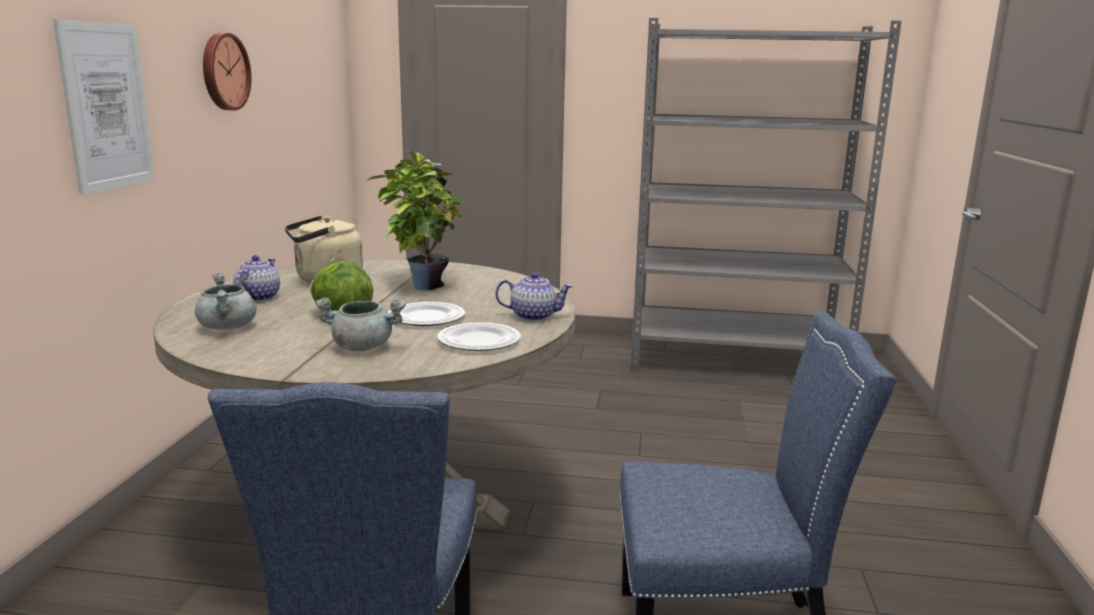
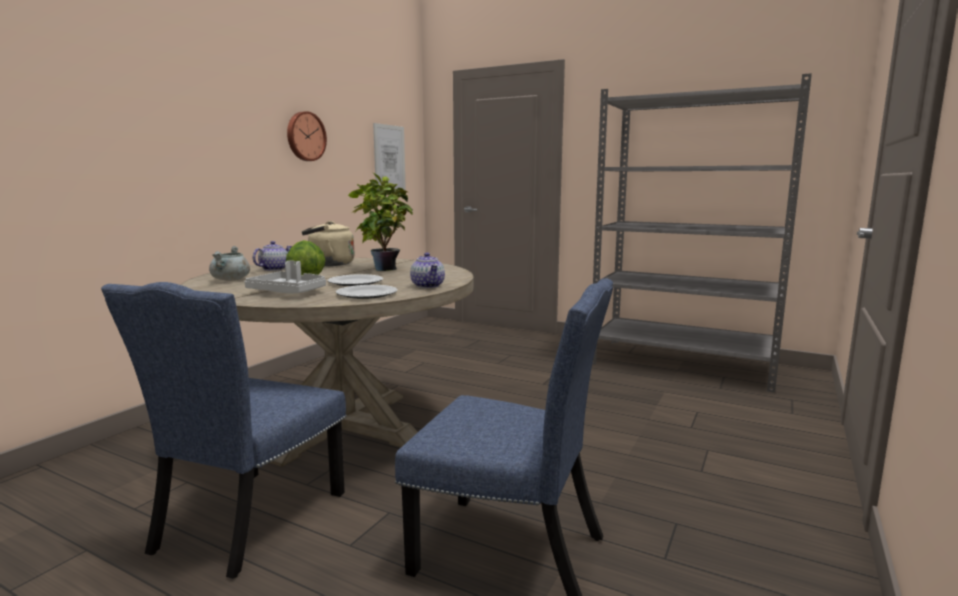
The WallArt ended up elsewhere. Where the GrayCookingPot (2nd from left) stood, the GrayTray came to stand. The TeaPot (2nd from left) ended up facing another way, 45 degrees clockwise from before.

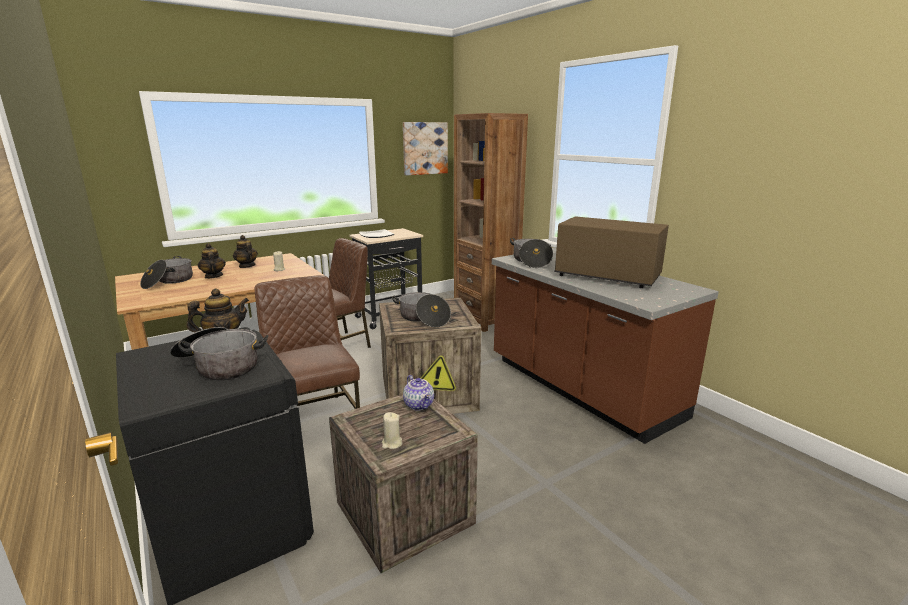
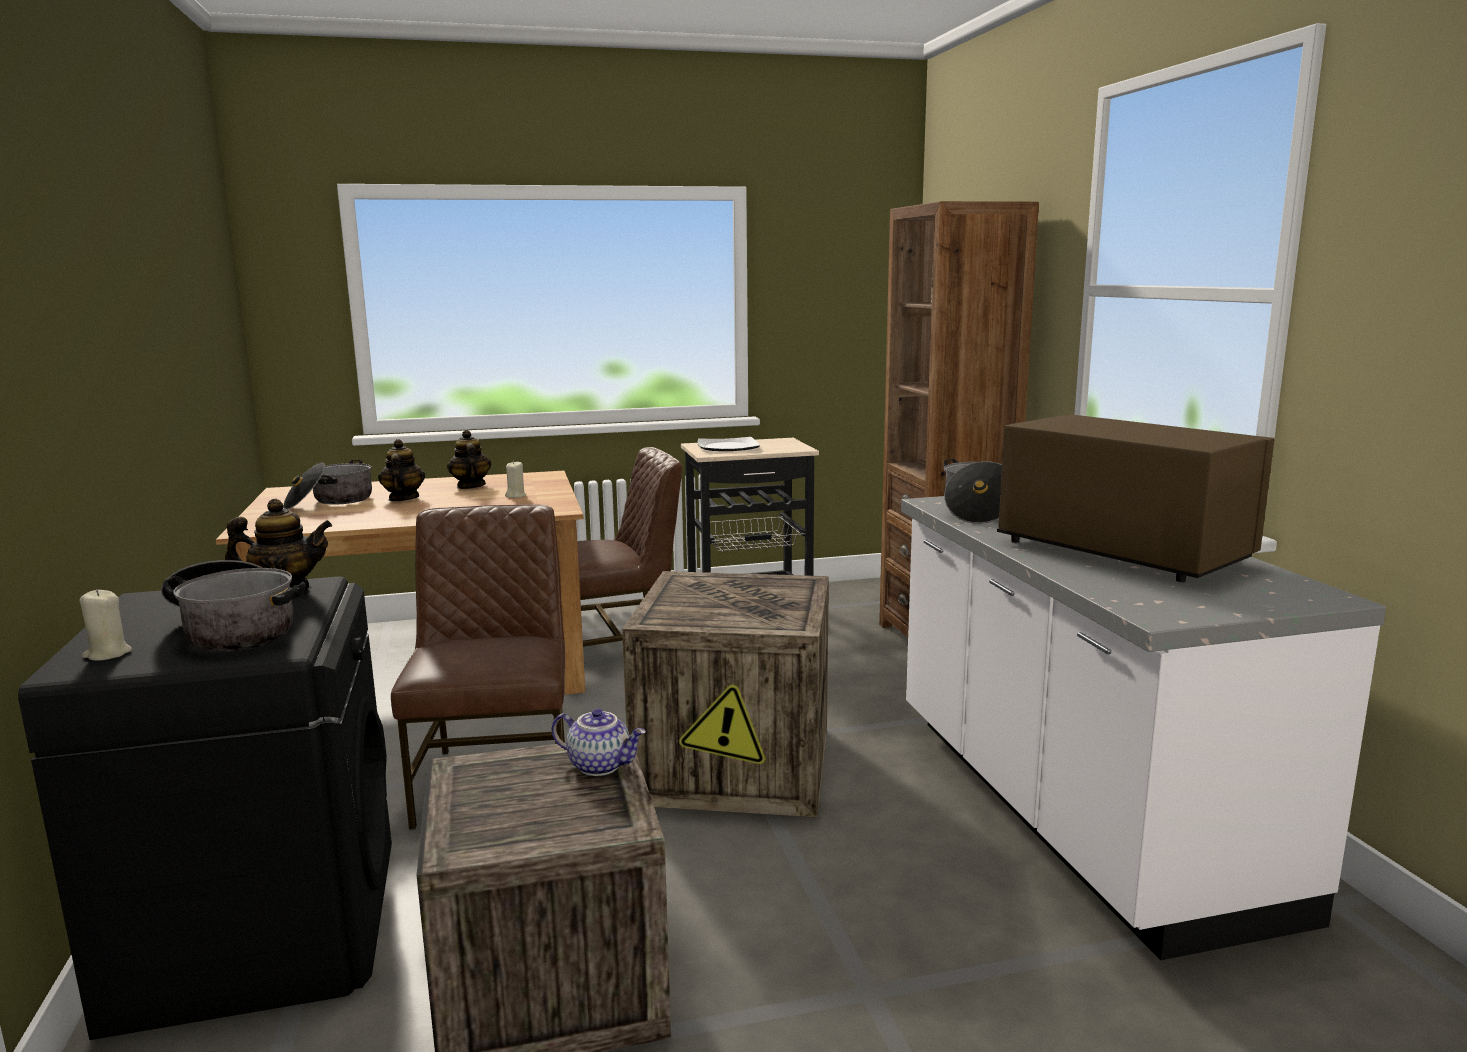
The second view lost the CookingPot (3rd from left). The second view lost the WallArt. The BeigeColouredWaxLight (2nd from left in the first image) ended up elsewhere. What was the BrownKitchenBaseUnit turned into the WhiteKitchenBaseUnit. The TeaPot (4th from left) ended up facing another way, 60 degrees counterclockwise from before.

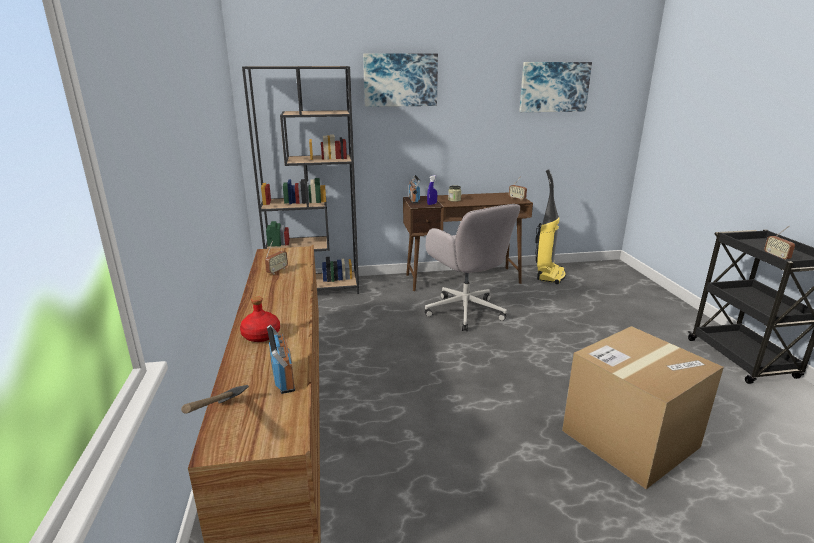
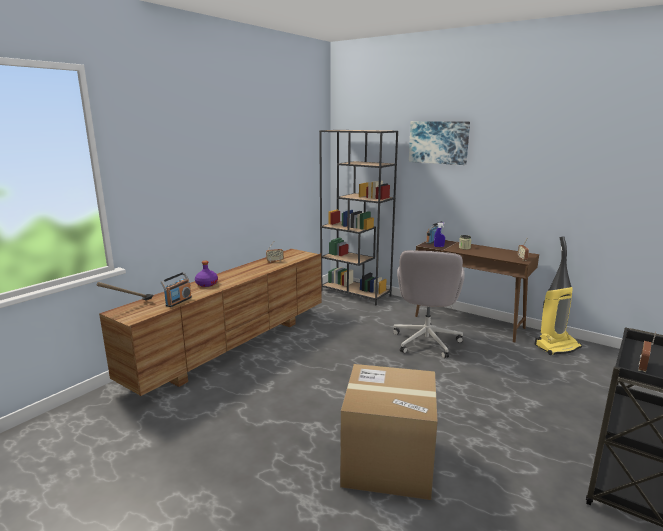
The second view lost the WallArt (2nd from left). What was the RedDrinkBottle turned into the PurplishDrinkBottle.

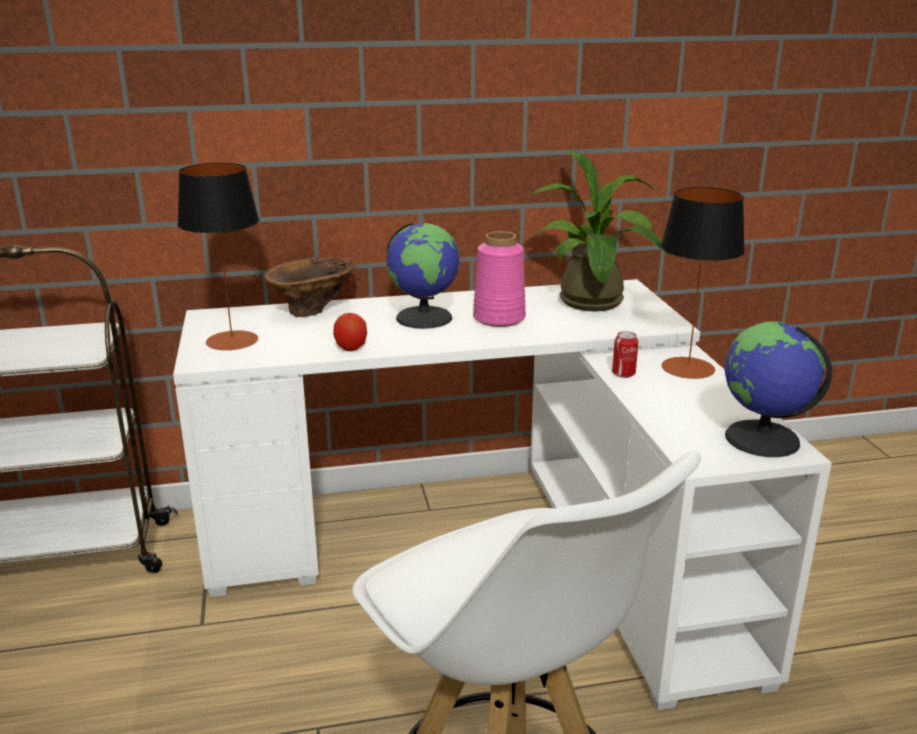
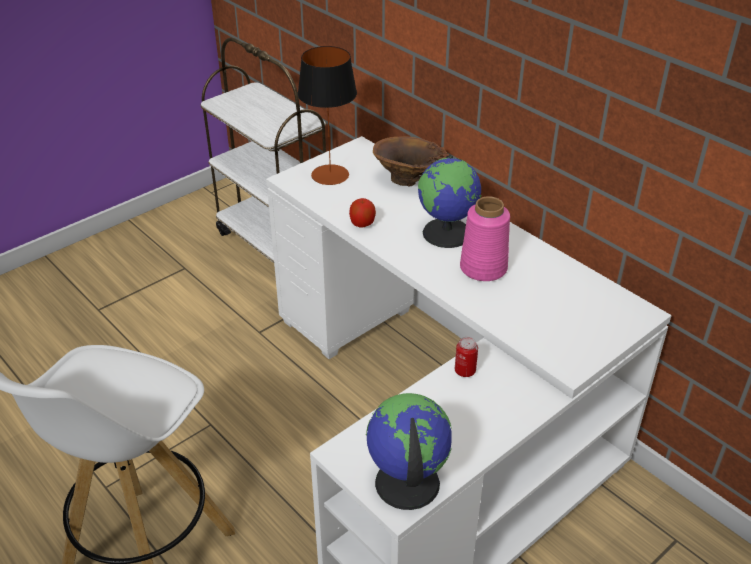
The second view lost the Houseplant. The second view lost the LampForATable (2nd from left).

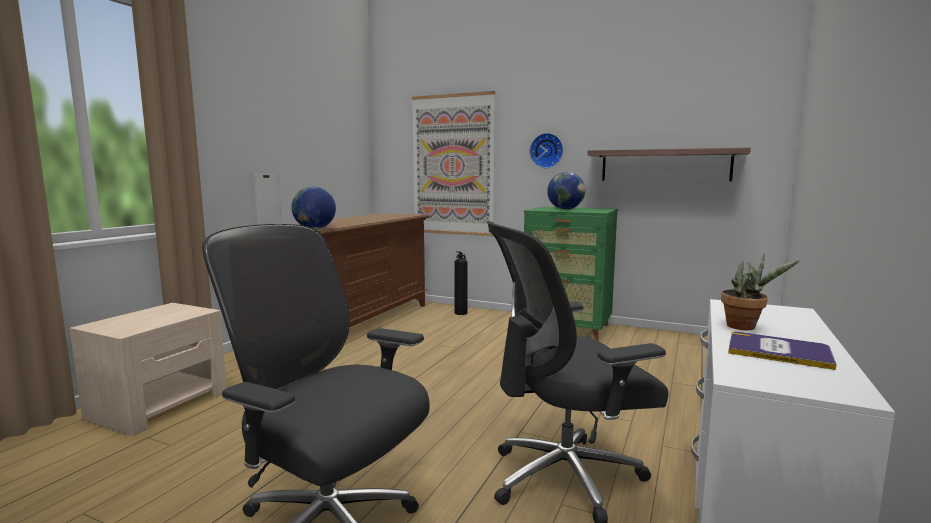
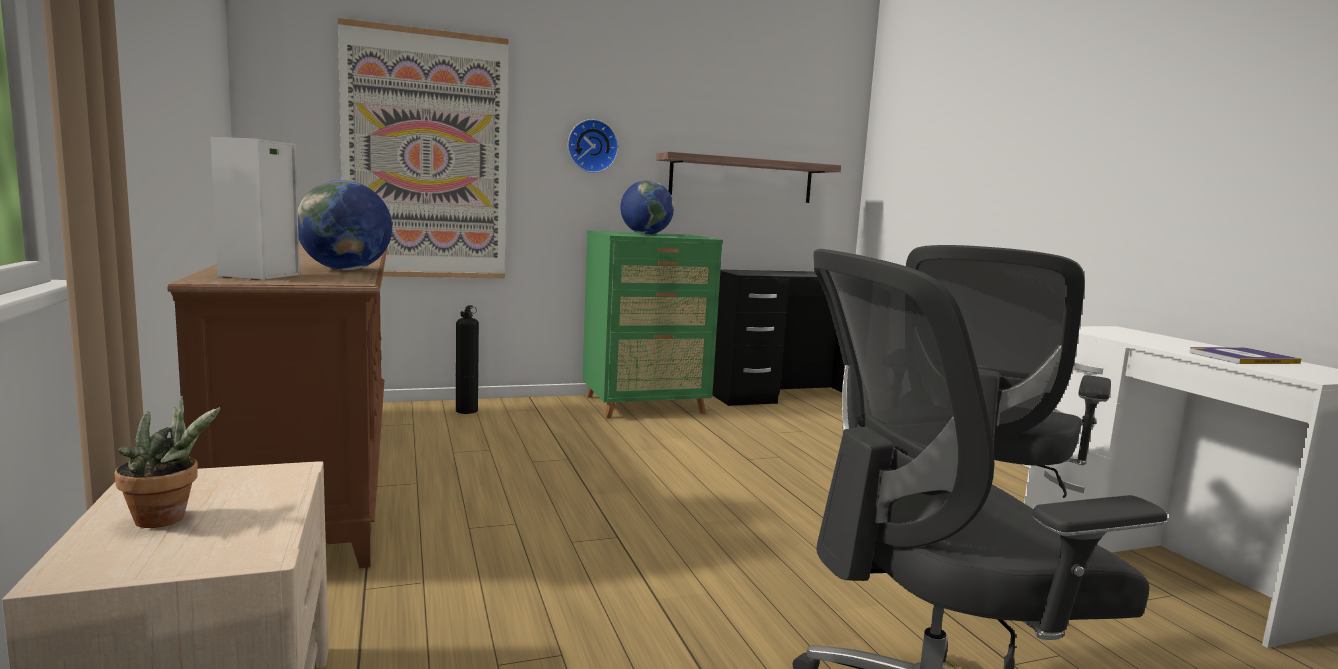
The second view gained the BlackColouredDeskTable. The Houseplant ended up elsewhere.

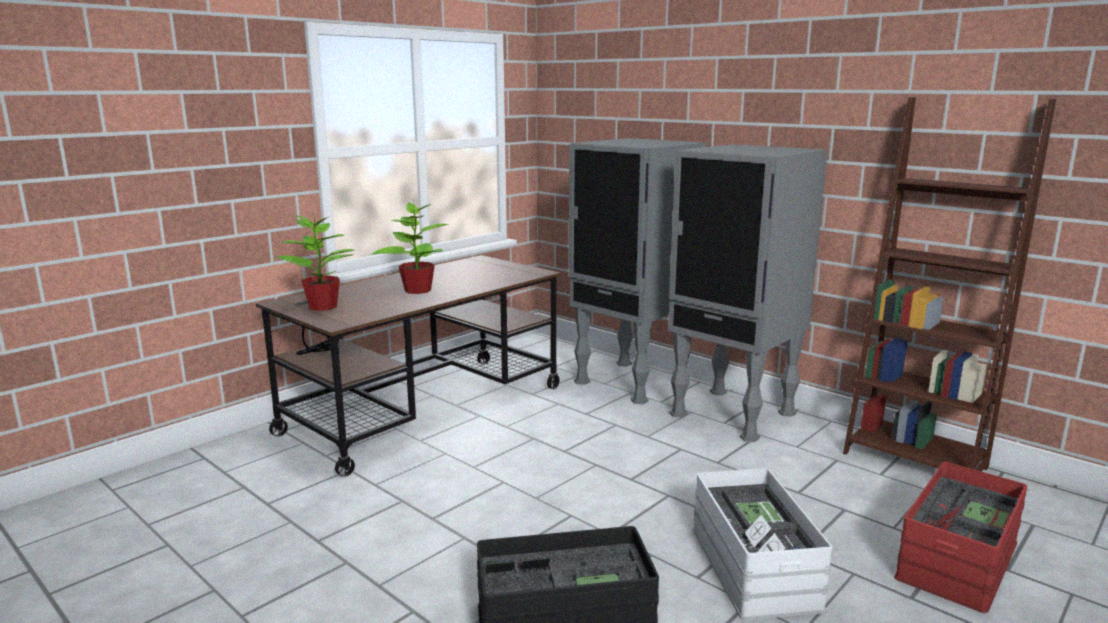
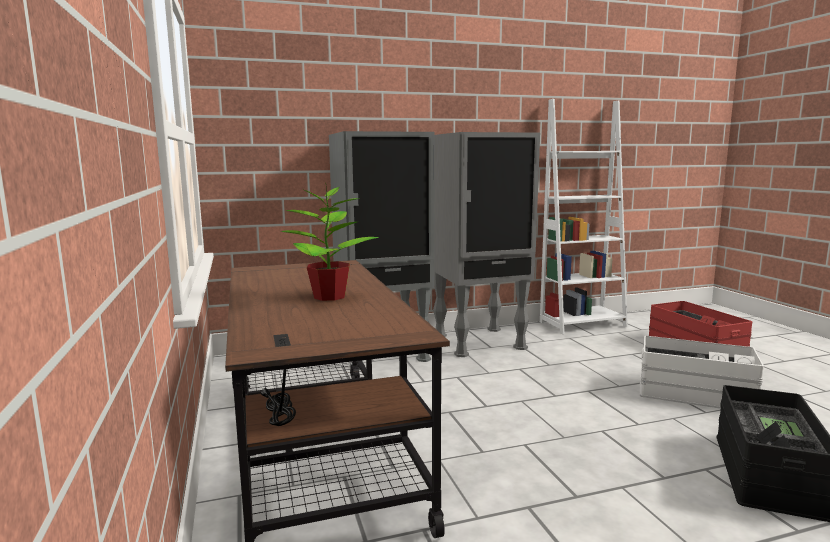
The second view lost the Houseplant (1st from left). What was the BrownBookshelf turned into the WhiteBookshelf.

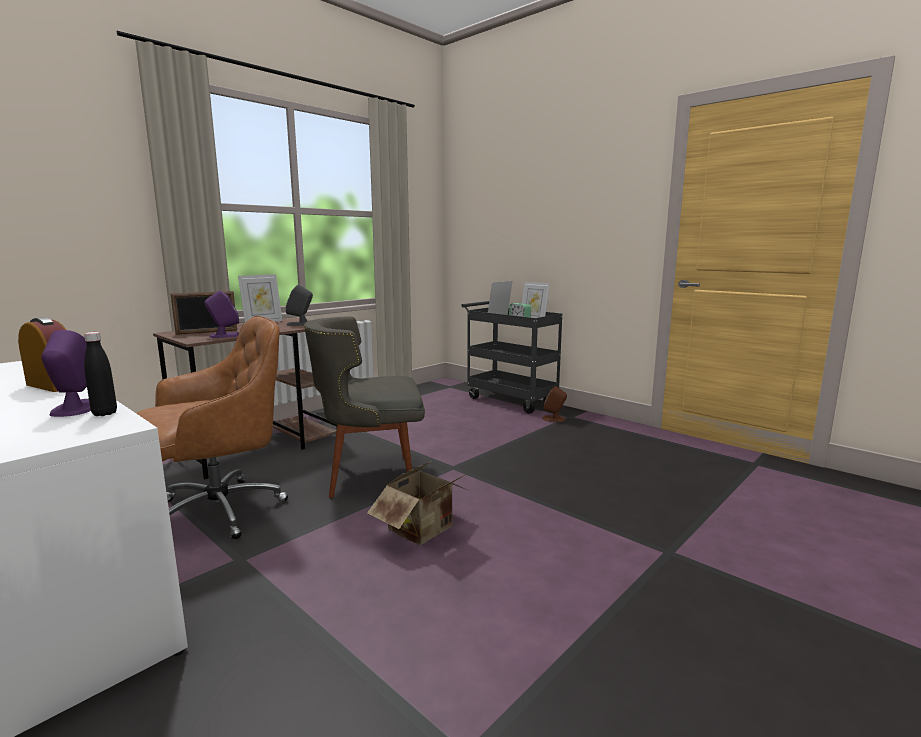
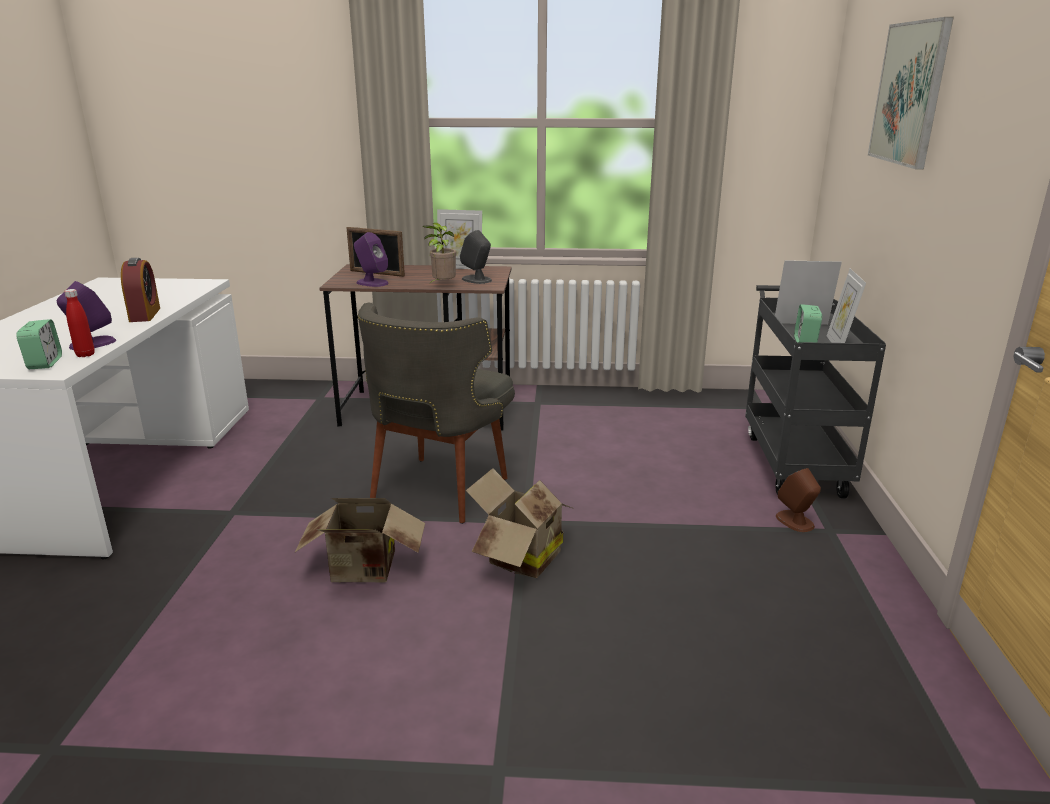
The second view lost the BrownDeskChair. The second view gained the TableClock (1st from left). The second view gained the Houseplant. The second view gained the PackingBox (2nd from left). The second view gained the WallArt. What was the BlackColouredDrinkBottle turned into the RedDrinkBottle. The GrayUprightChair ended up facing another way, 105 degrees counterclockwise from before.

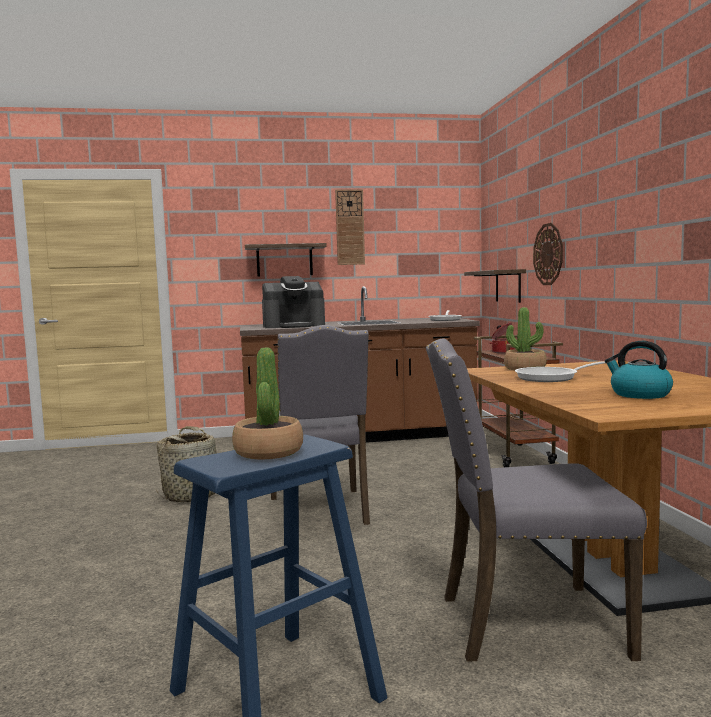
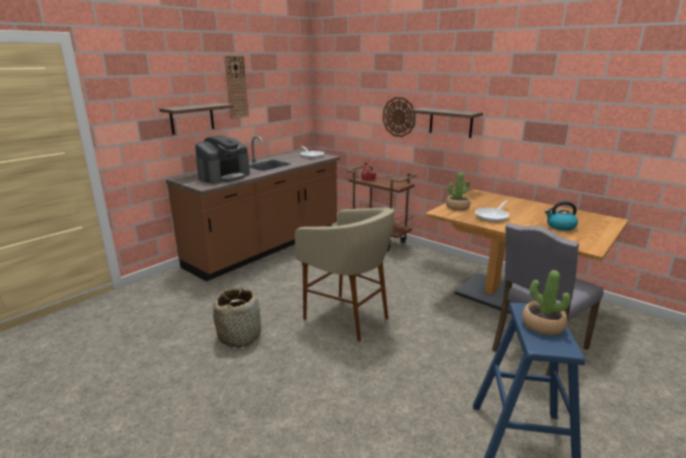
The Shelf (2nd from left) ended up elsewhere. Where the GrayUprightChair (1st from left) stood, the BeigeColouredSittingStool came to stand.

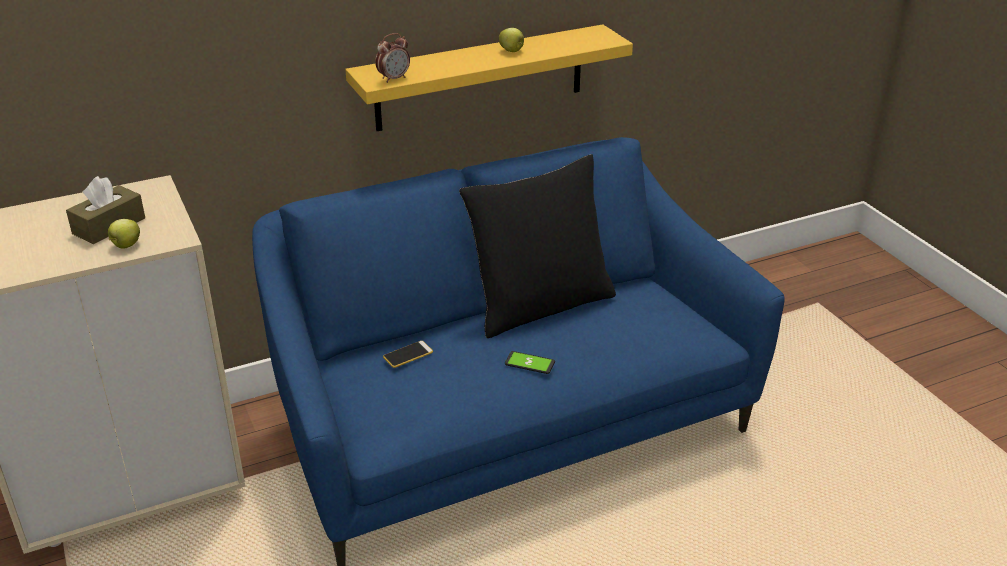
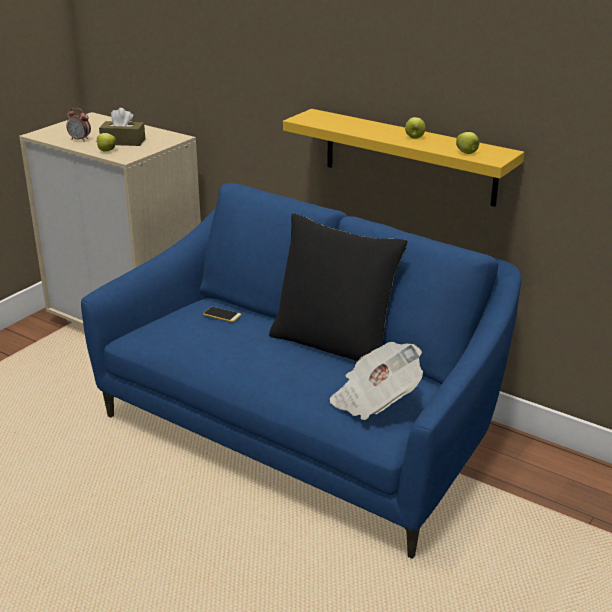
The second view lost the Telephone (2nd from left). The second view gained the Newspaper. The second view gained the AppleFruit (3rd from left). The TableClock ended up elsewhere.

